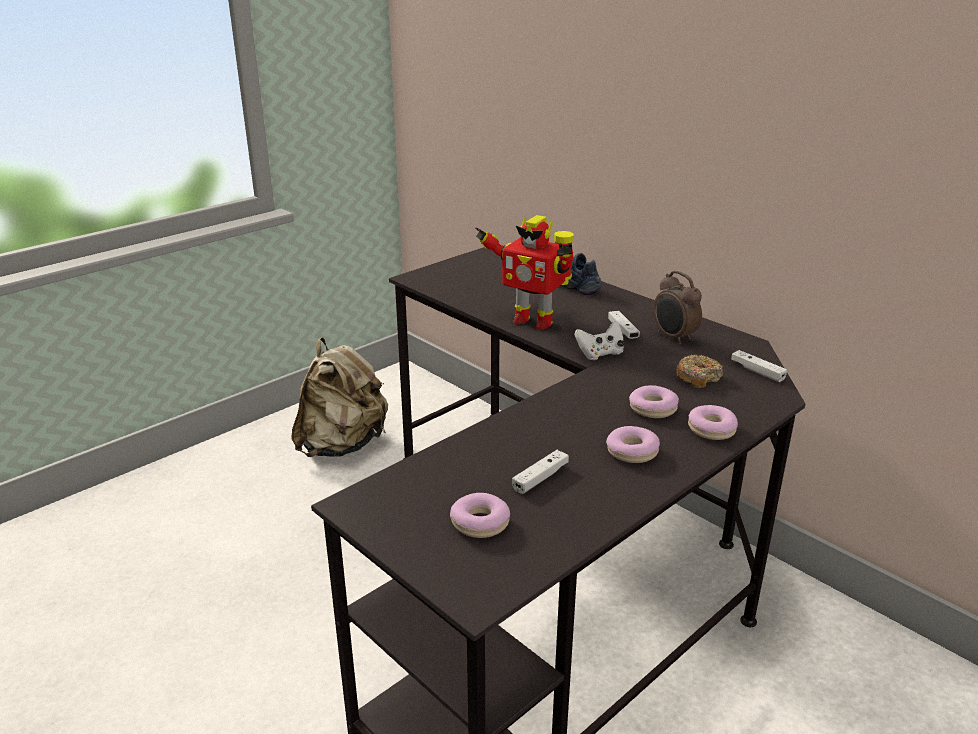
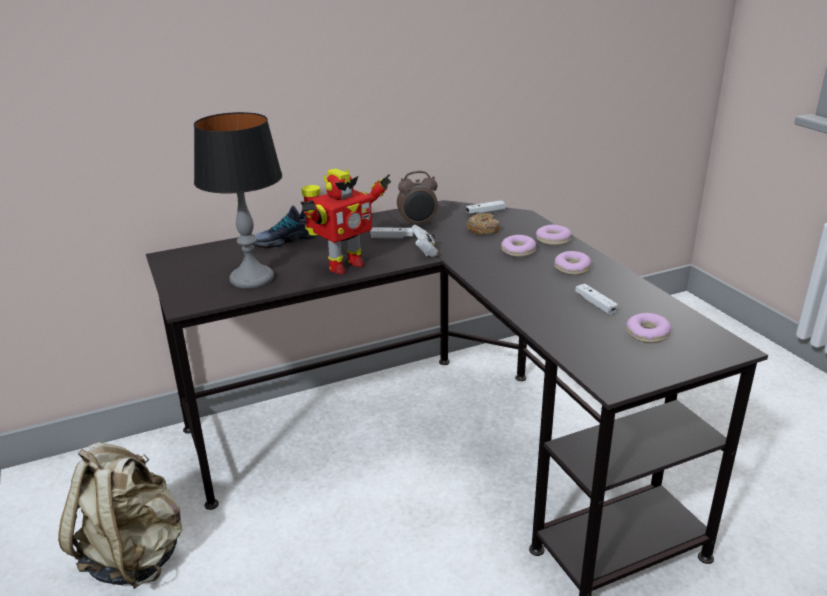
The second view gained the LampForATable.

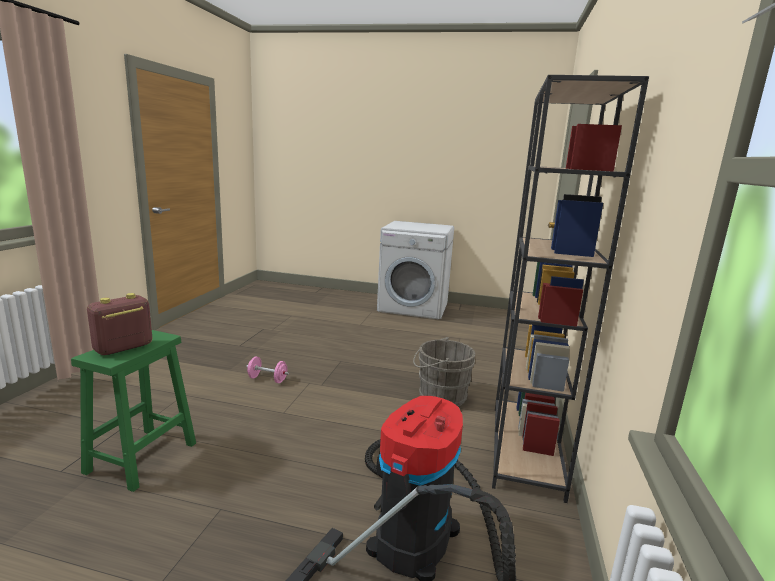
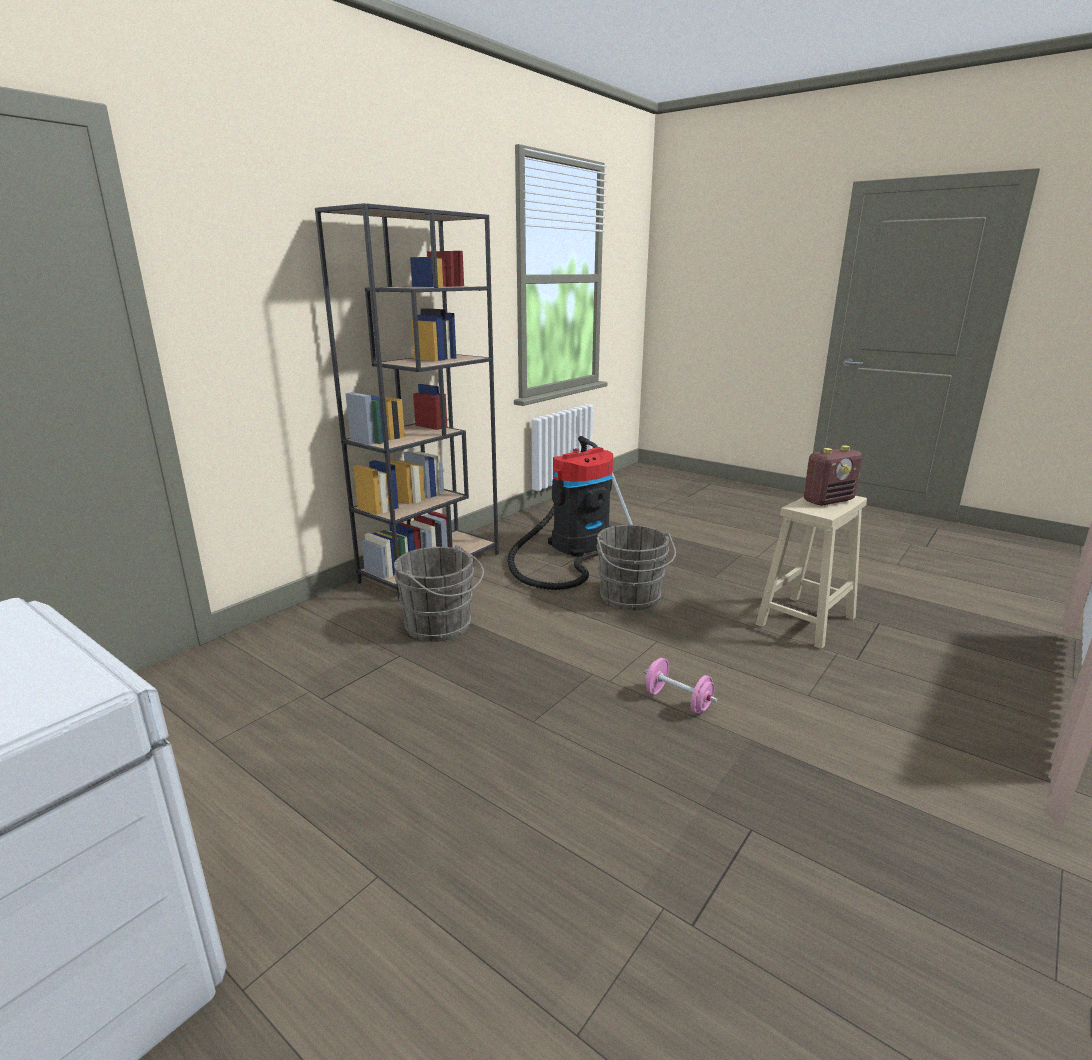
The second view gained the GrayPail (2nd from left). What was the GreenishSittingStool turned into the BeigeColouredSittingStool.

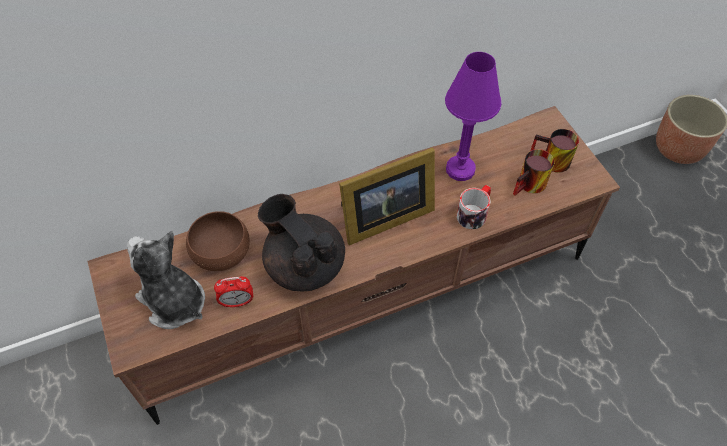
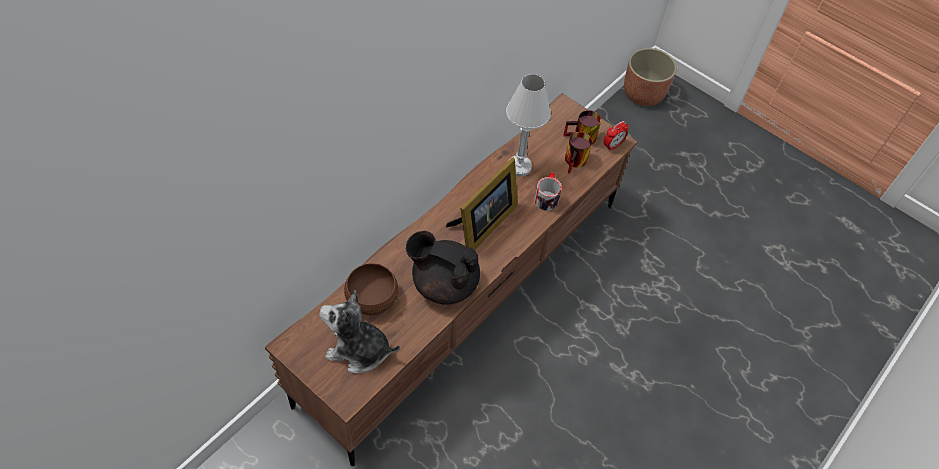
The TableClock ended up elsewhere. What was the PurplishLampForATable turned into the WhiteLampForATable.

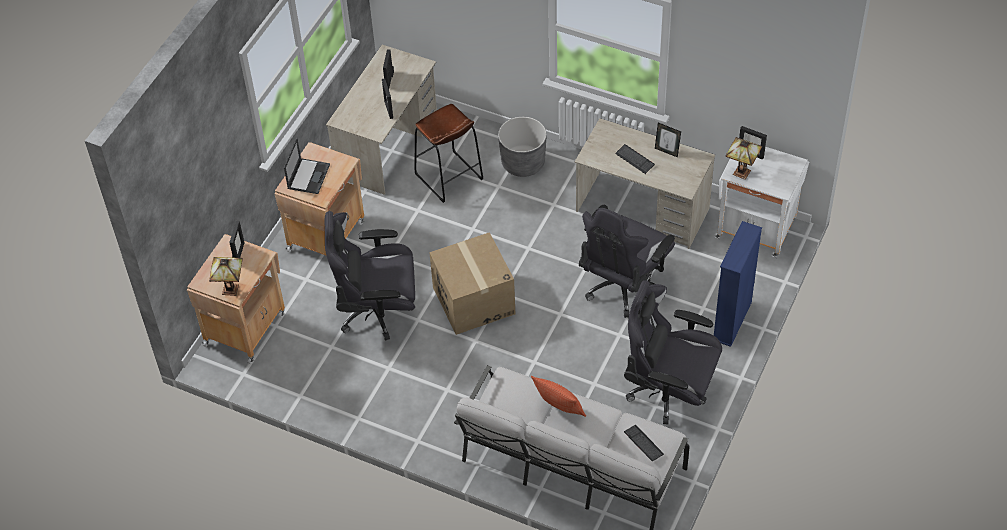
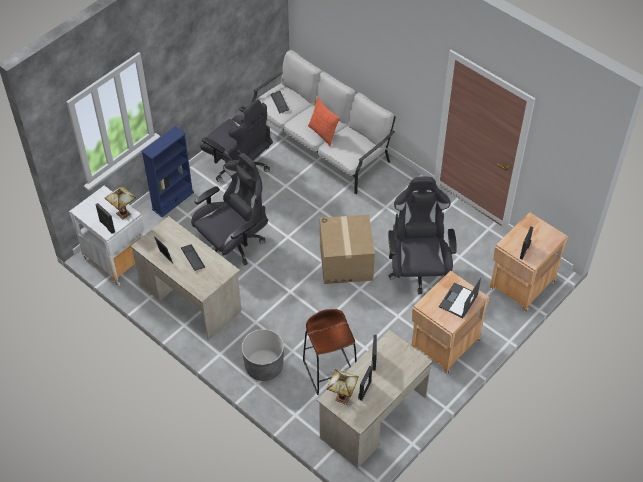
The LampForATable (1st from left in the first image) ended up elsewhere. The BlackColouredDeskChair (1st from left in the first image) ended up facing another way, 105 degrees counterclockwise from before.

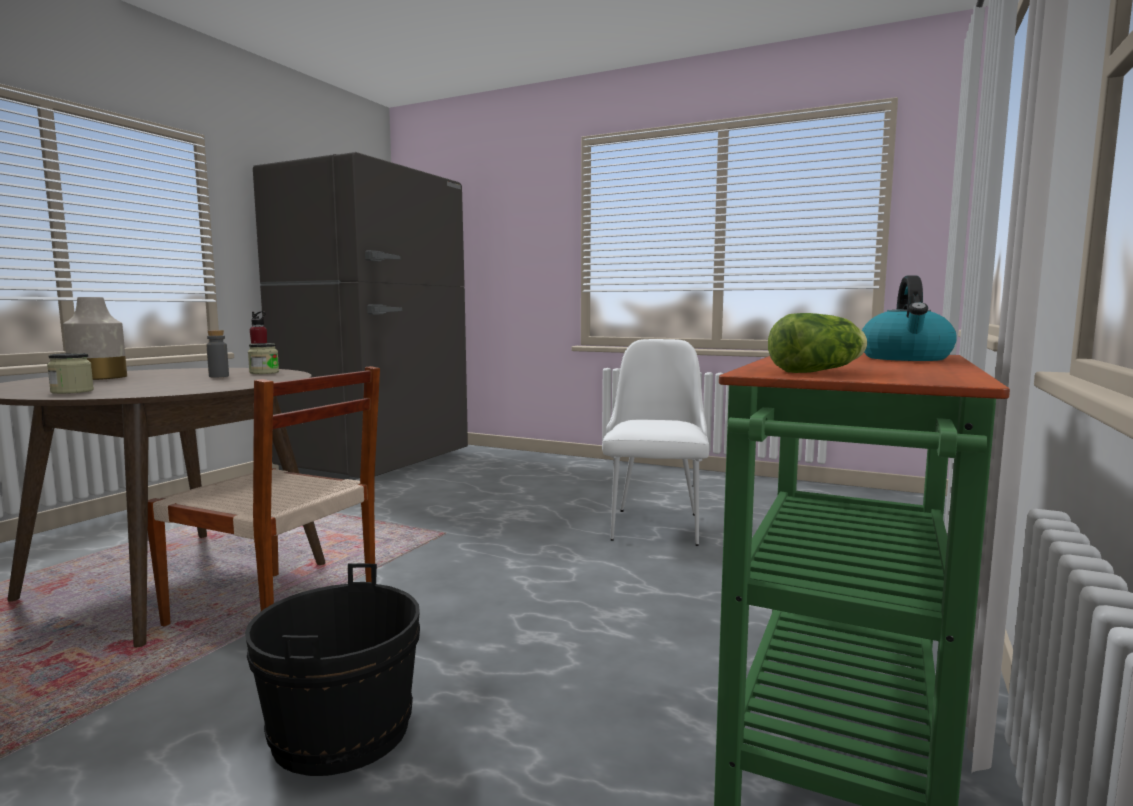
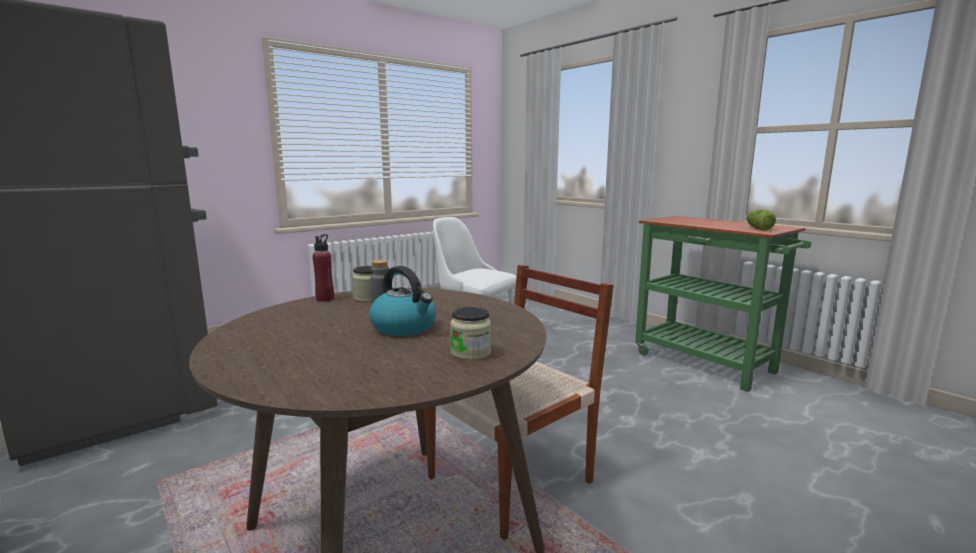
The second view lost the BeigeColouredVase. The second view lost the BlackColouredPail. The TeaKettle ended up elsewhere.

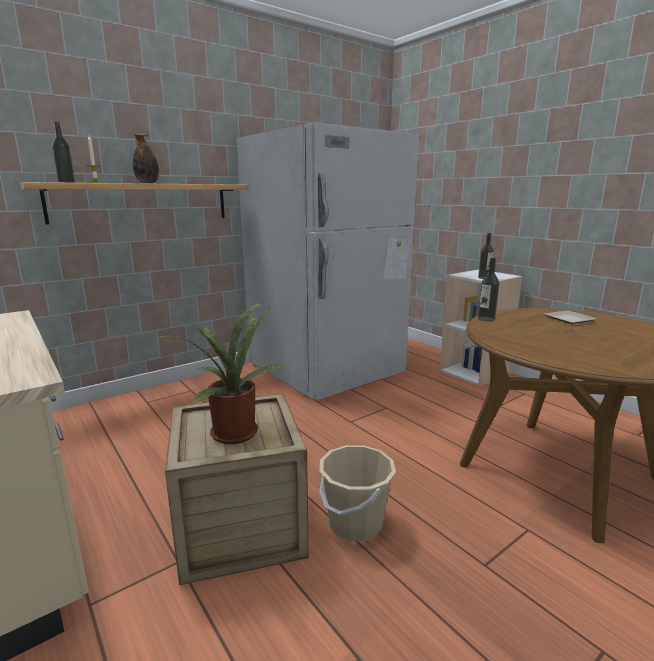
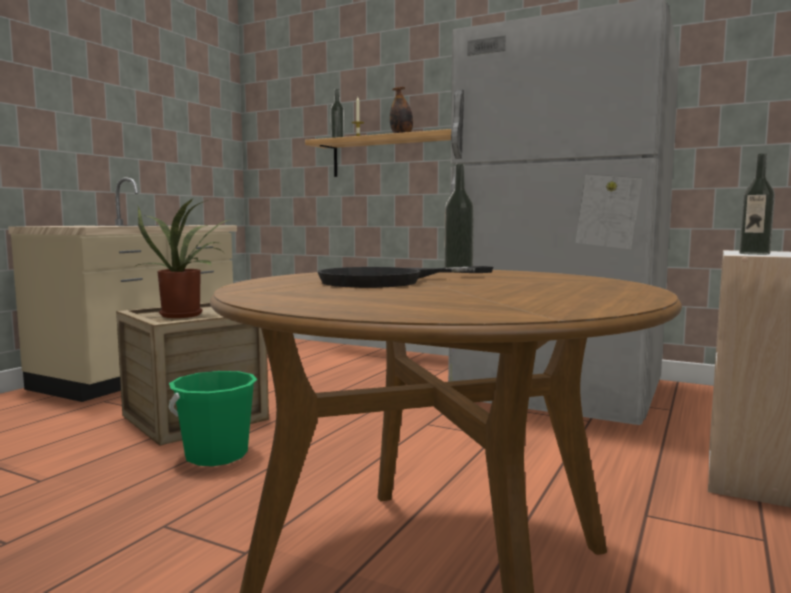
The second view lost the DinnerPlate. The second view gained the BlackColouredFryingPan. What was the BeigeColouredPail turned into the GreenishPail.

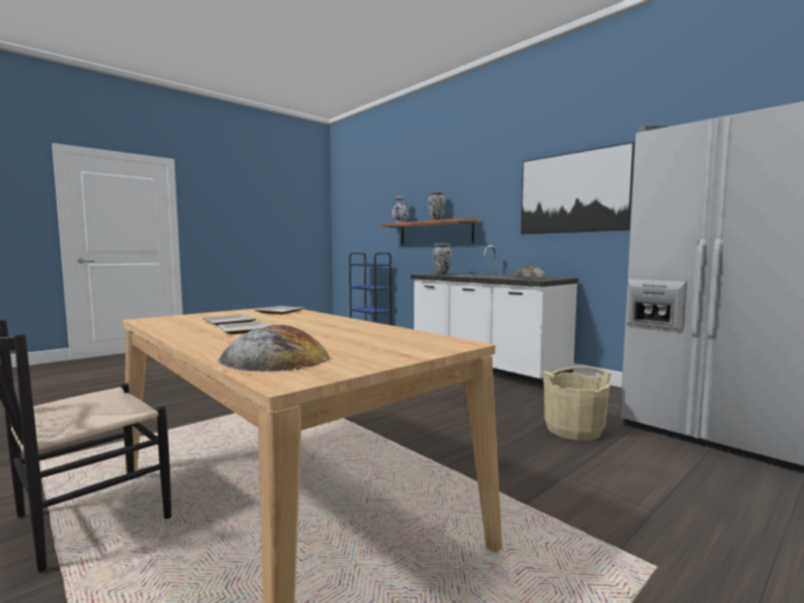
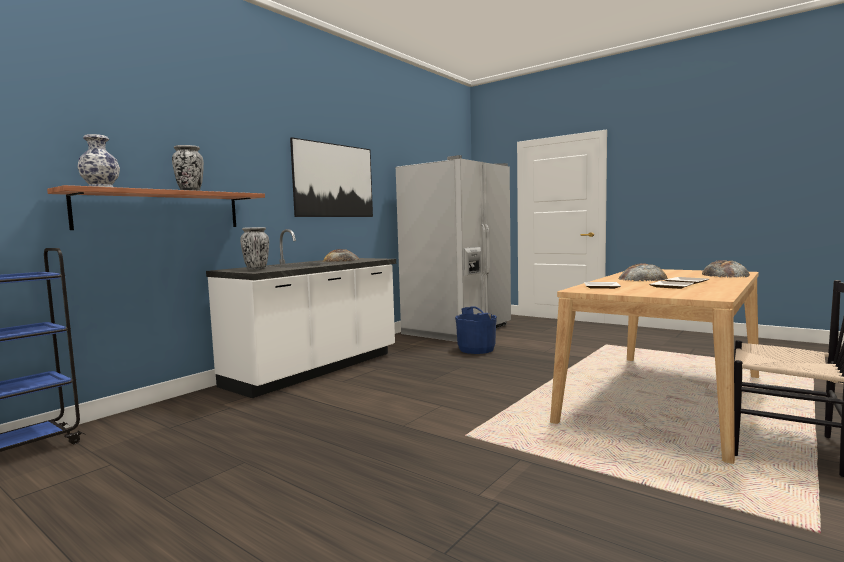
The second view gained the BakeryBread (2nd from left). What was the BeigeColouredPail turned into the BlueColouredPail.

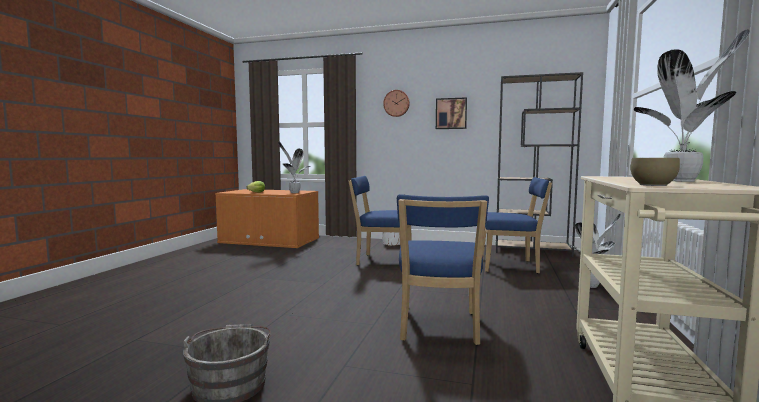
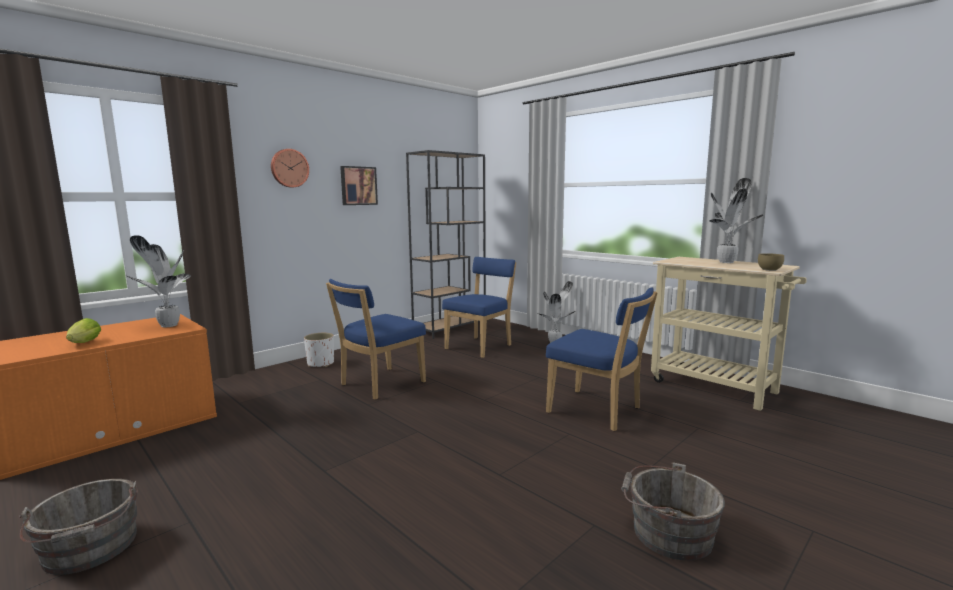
The second view gained the GrayPail (1st from left).

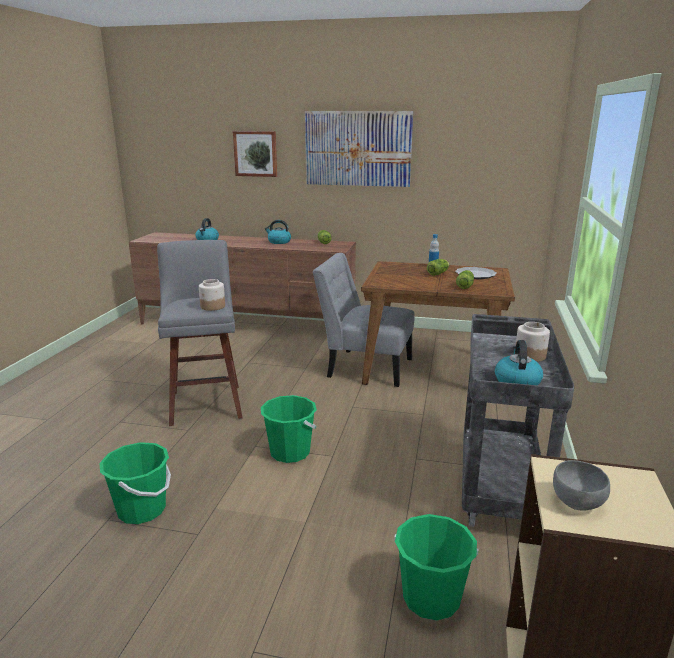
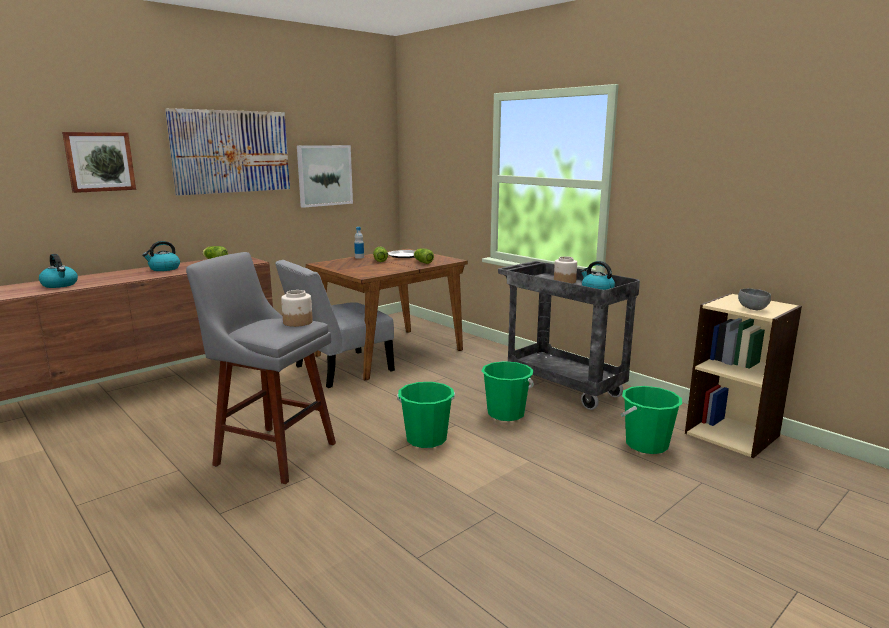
The second view gained the WallArt (3rd from left). The GreenishPail (1st from left in the first image) ended up elsewhere.

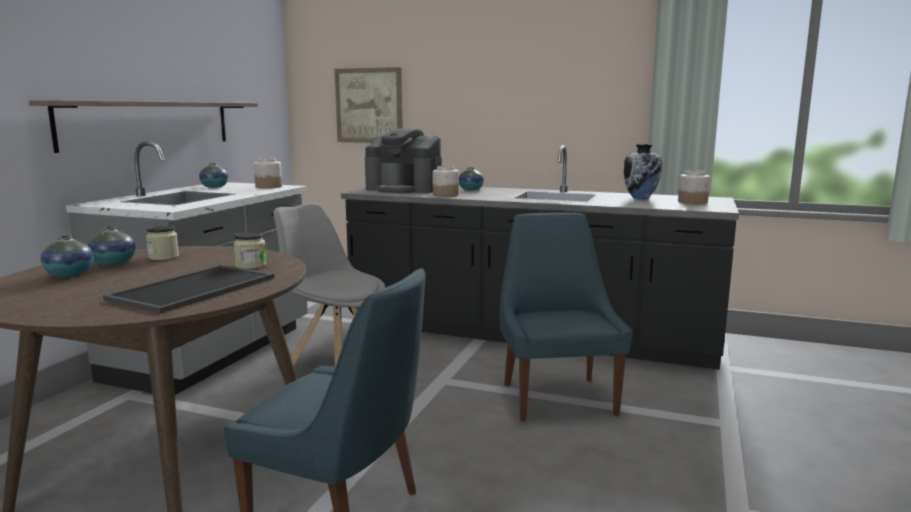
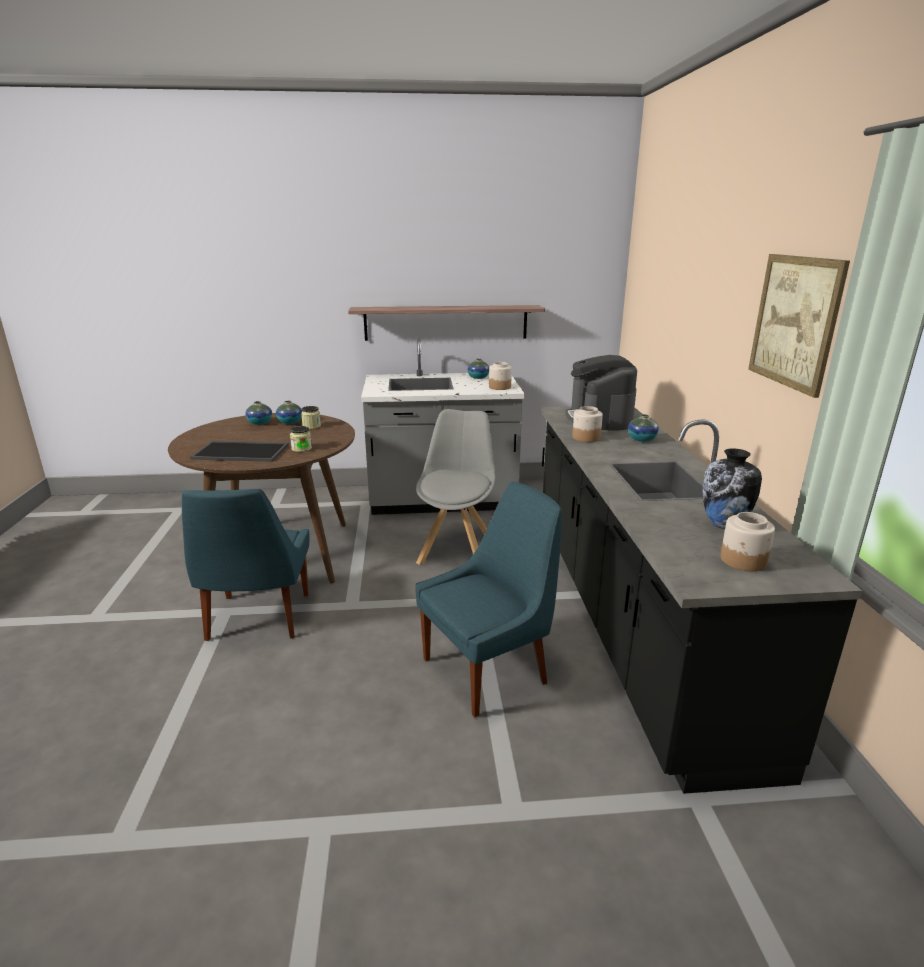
The WallArt ended up elsewhere.

